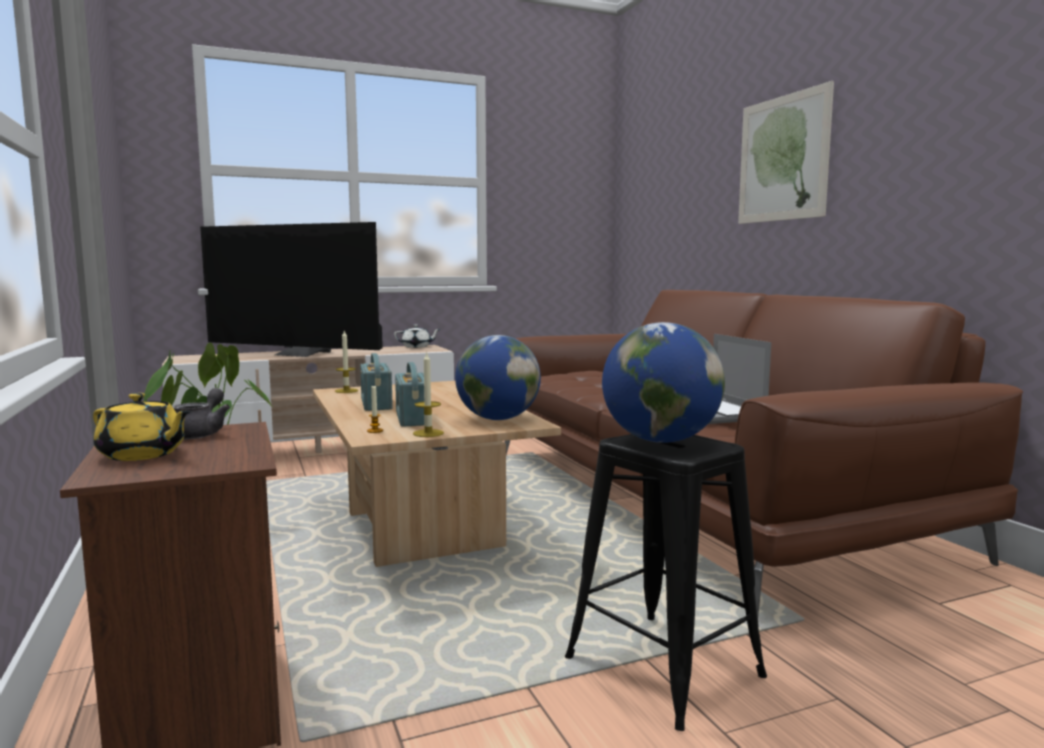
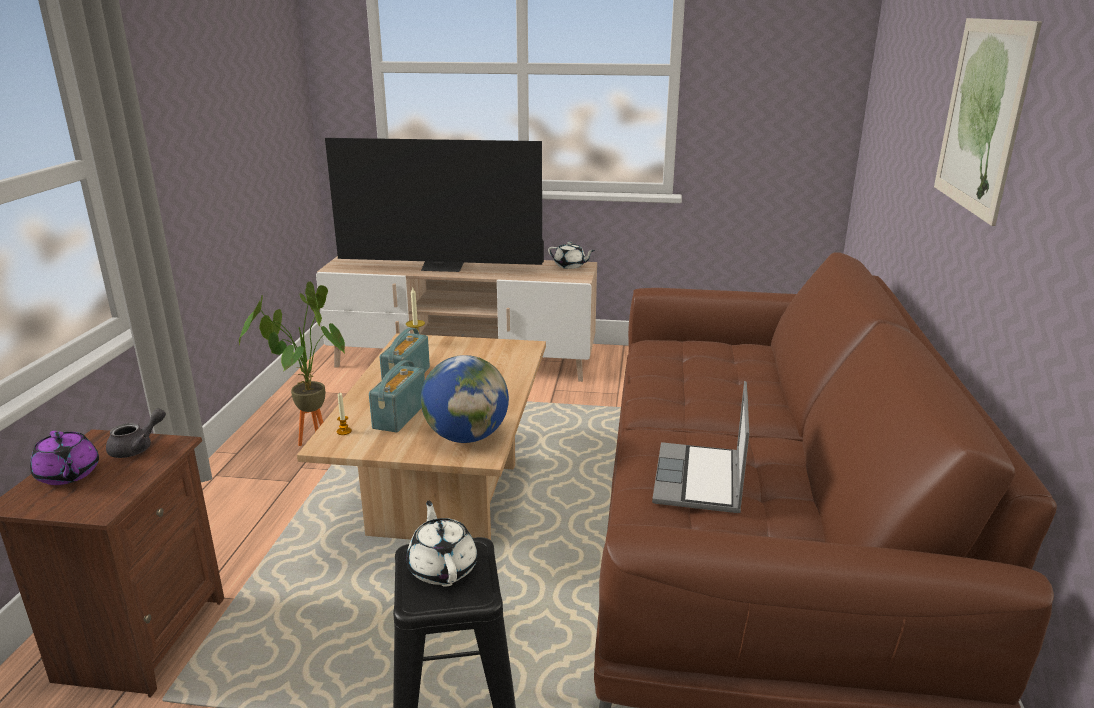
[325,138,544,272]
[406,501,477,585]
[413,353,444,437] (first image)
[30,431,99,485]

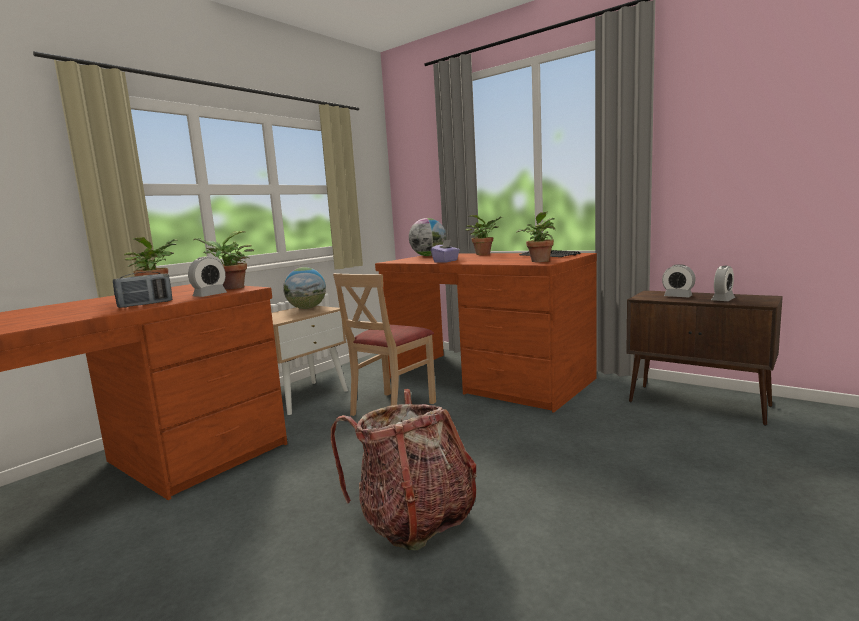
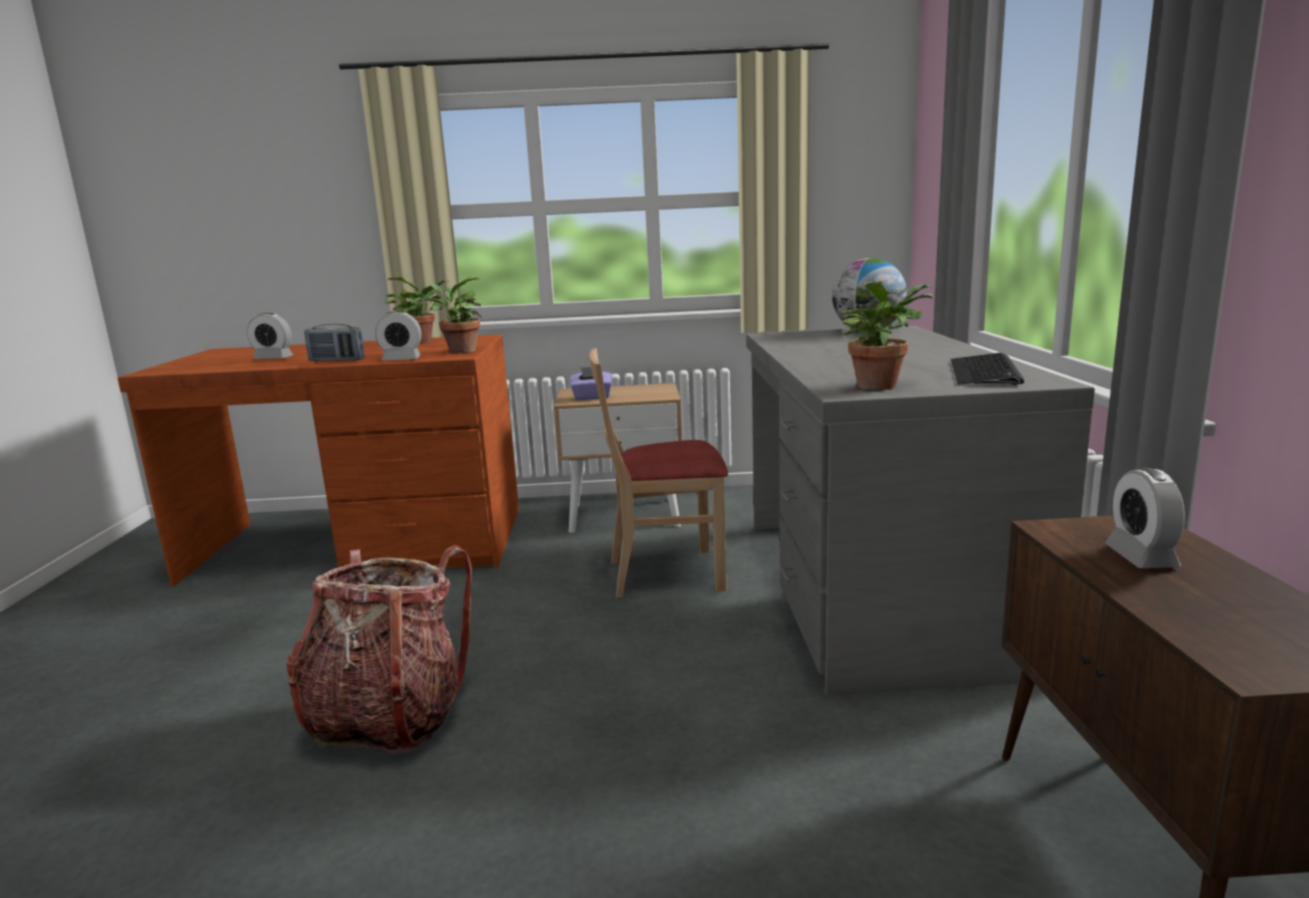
[465,215,504,255] (first image)
[570,367,612,400]
[746,326,1095,695]
[247,313,293,359]
[283,267,326,309] (first image)

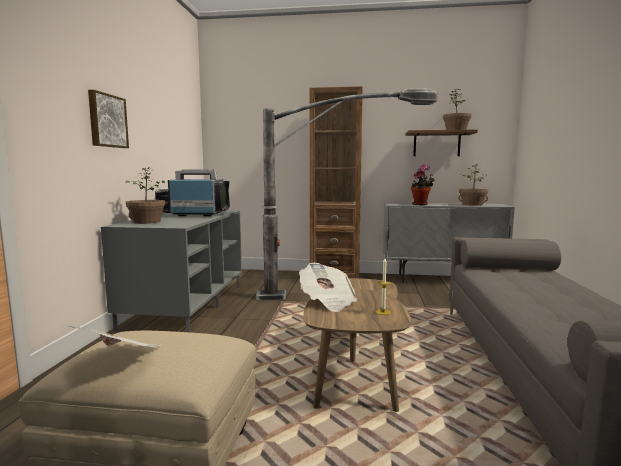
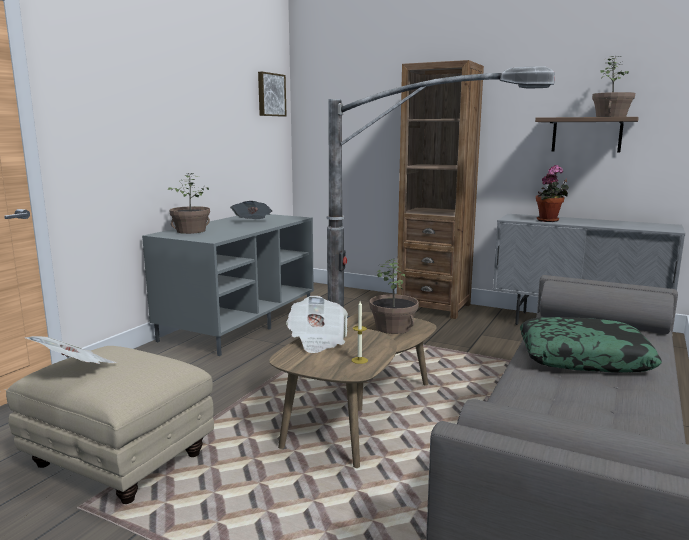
[258,72,287,117]
[369,258,419,334]
[230,201,272,219]
[520,317,662,372]

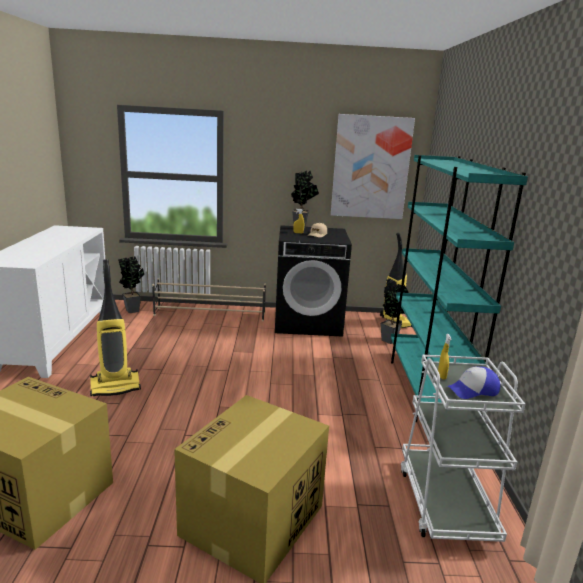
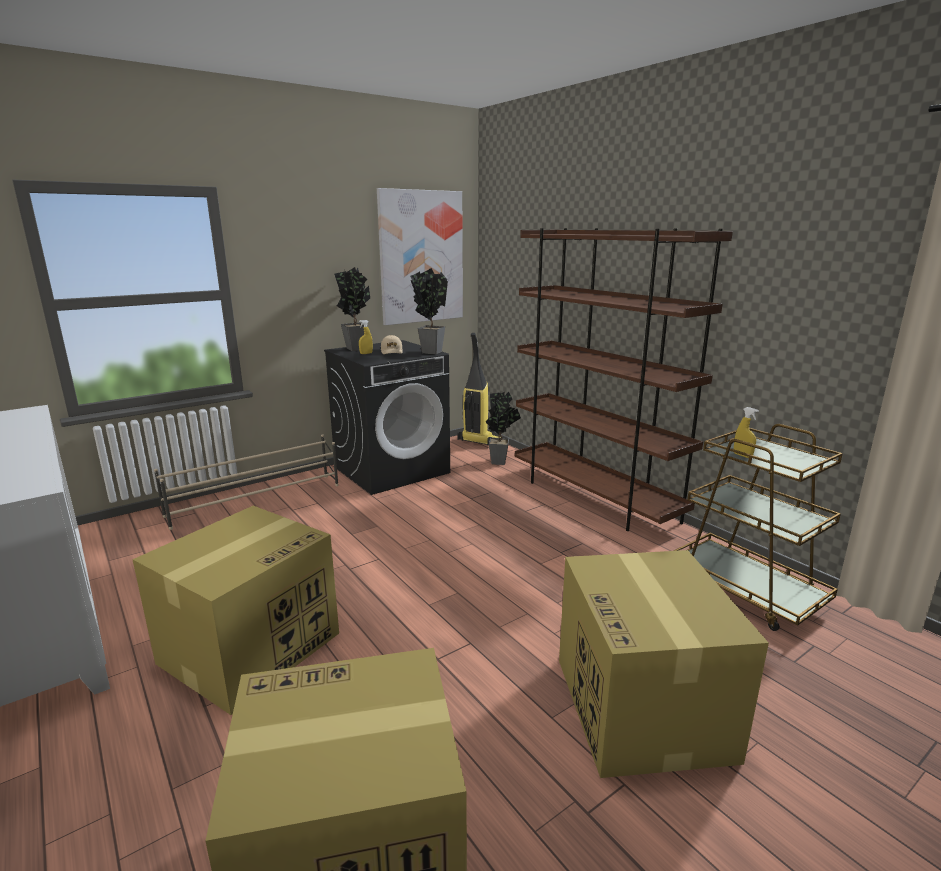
[515,228,733,531]
[410,268,448,354]
[132,506,339,715]
[673,424,843,631]
[446,367,500,399] (first image)

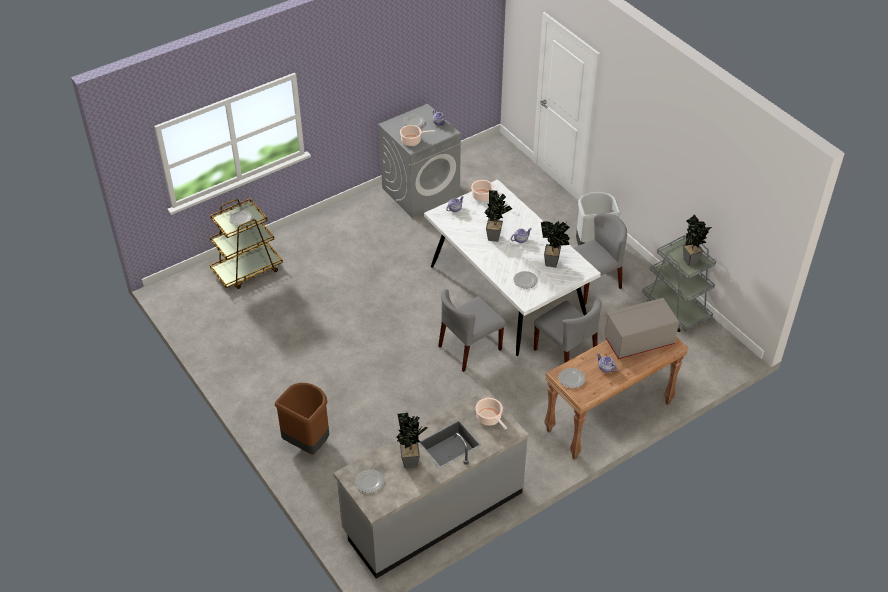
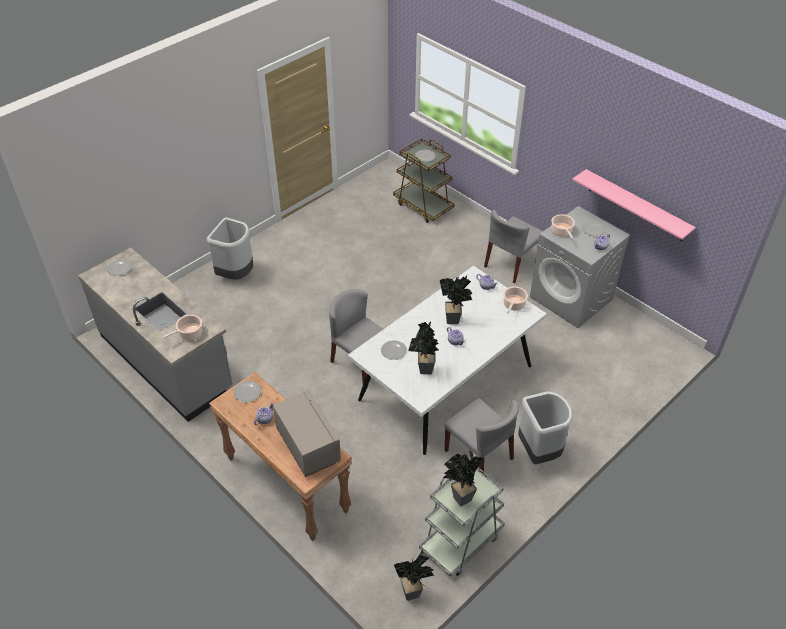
[484,210,543,284]
[207,218,253,280]
[394,549,434,601]
[572,169,695,241]

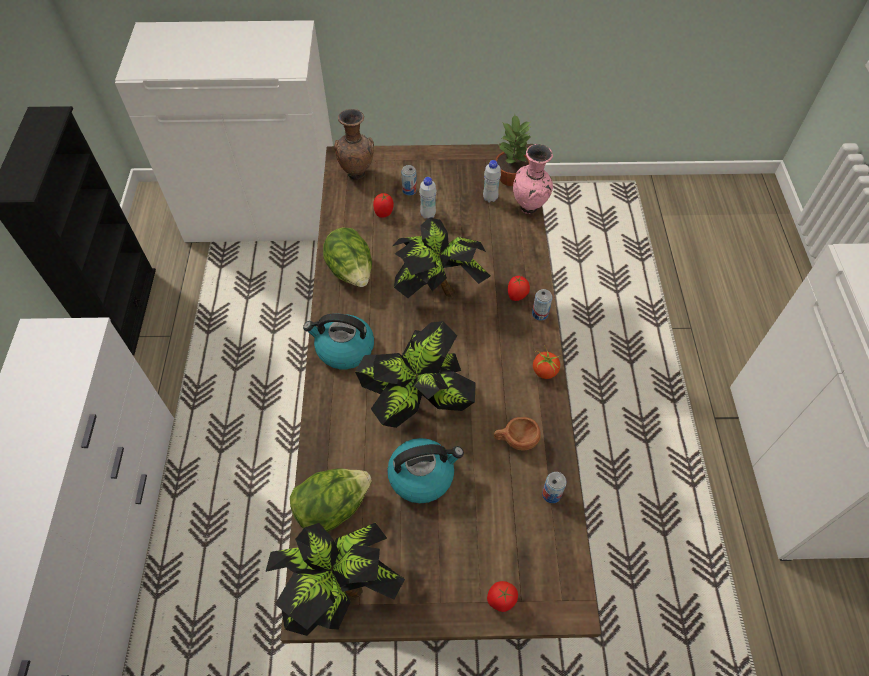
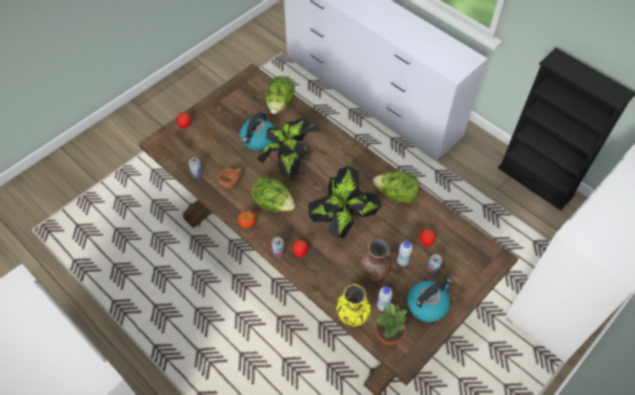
[360,239,391,281]
[337,284,371,327]
[407,278,453,322]
[265,523,405,636] (first image)
[251,176,295,212]

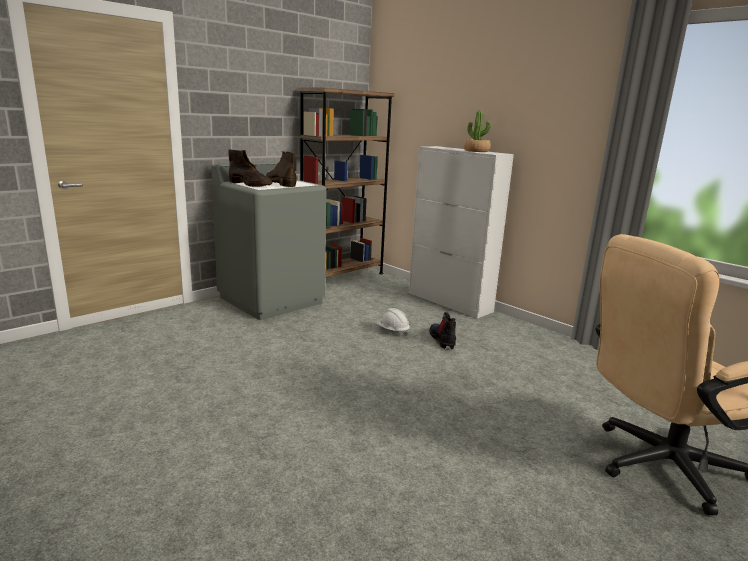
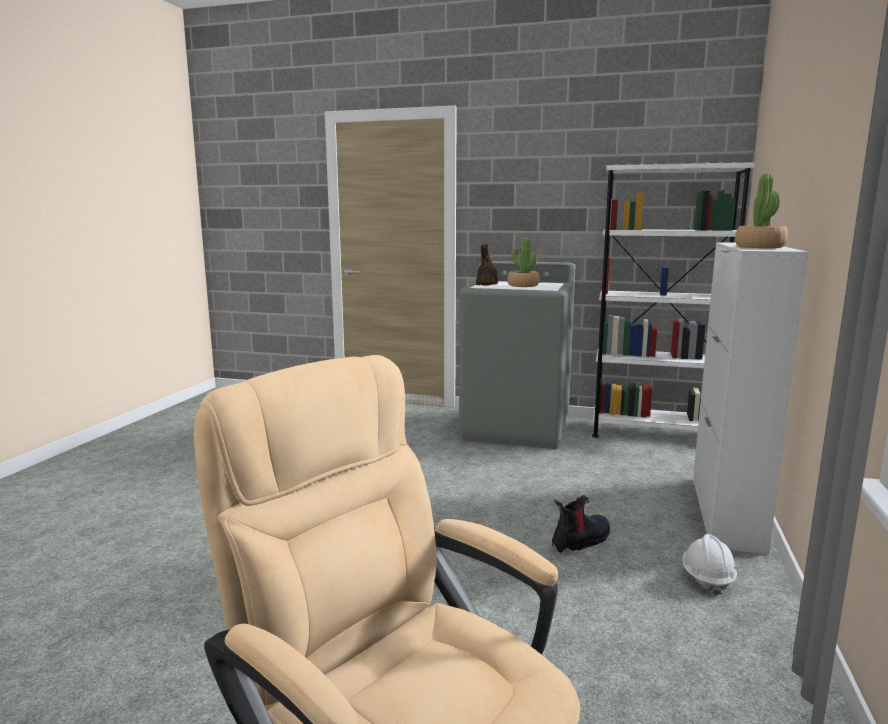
[592,162,755,438]
[507,237,540,287]
[682,534,737,596]

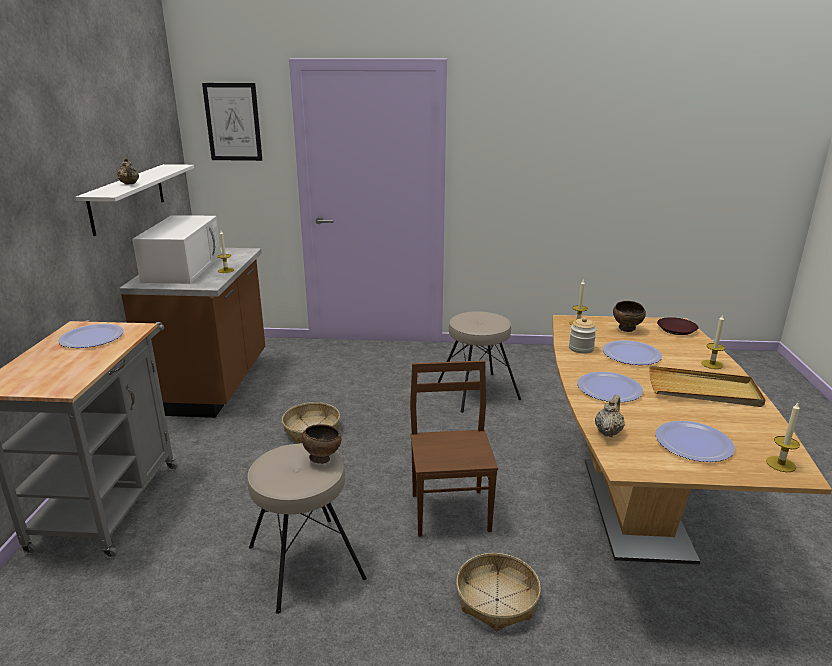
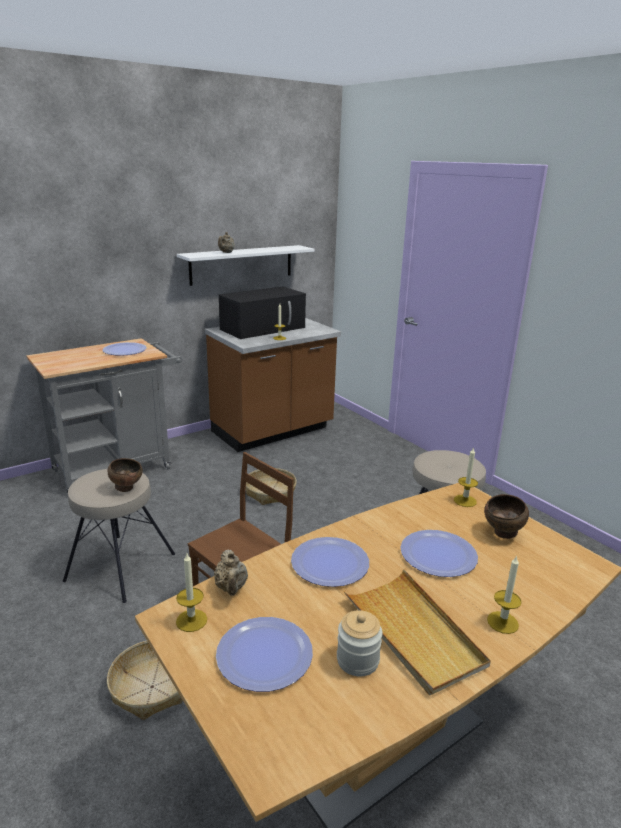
[202,83,262,161] (first image)
[219,287,306,339]
[337,610,382,677]
[657,317,699,335] (first image)
[214,549,248,595]
[176,553,207,632]

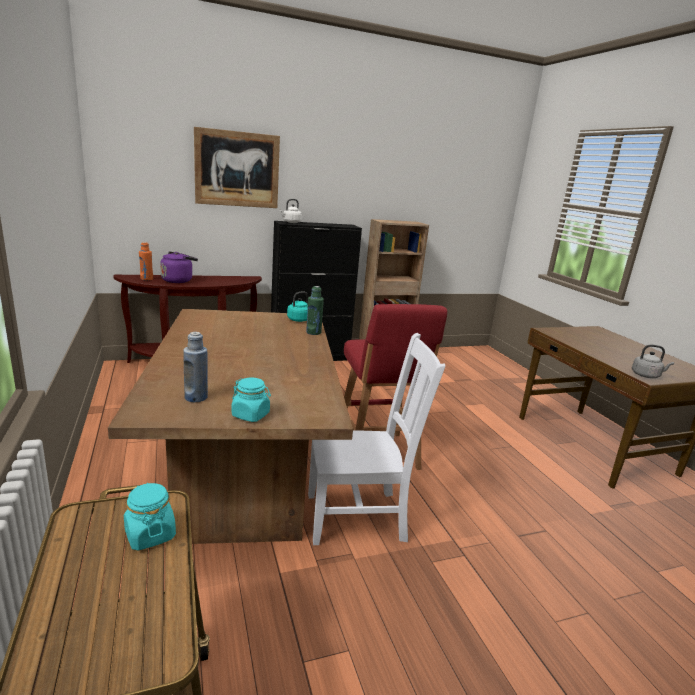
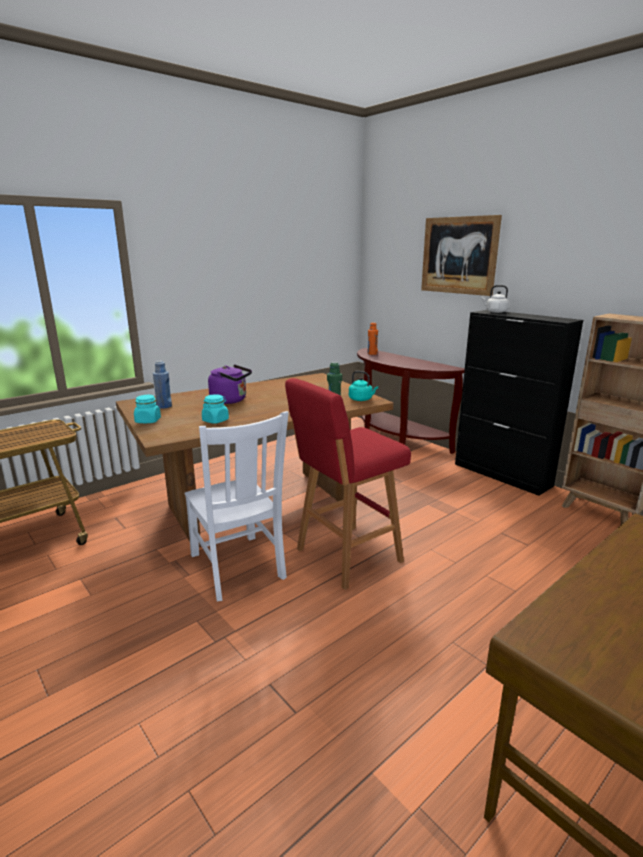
[208,364,252,404]
[632,345,674,378] (first image)
[202,394,229,424]

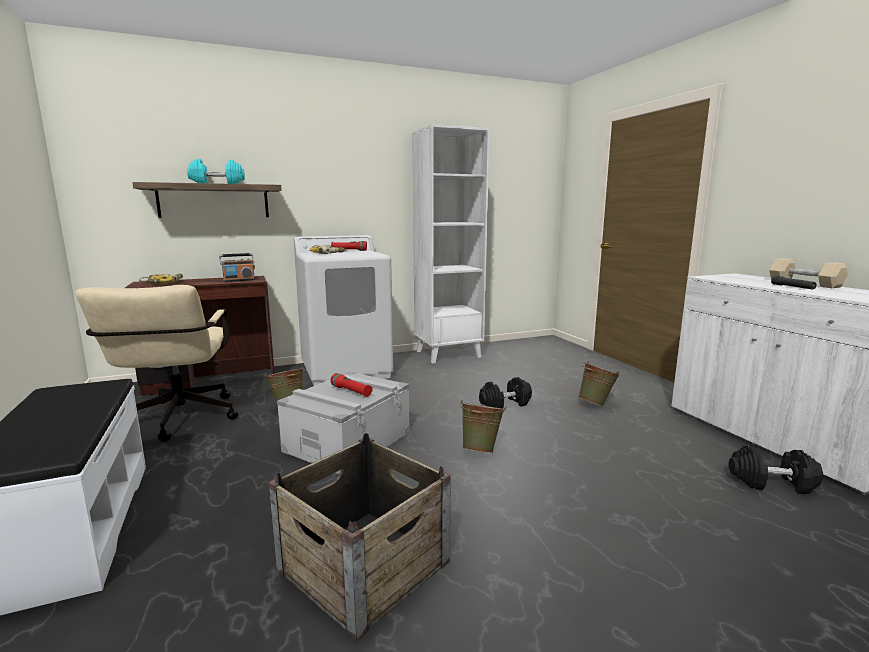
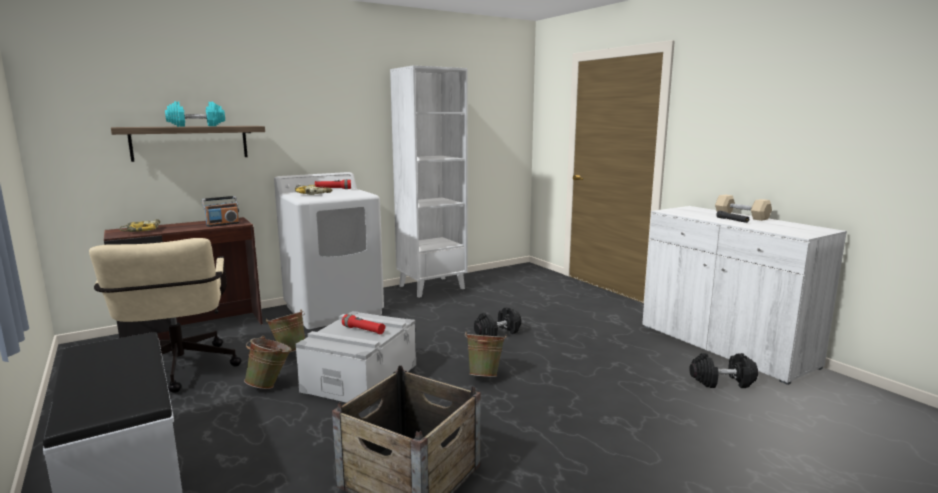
[244,336,292,389]

